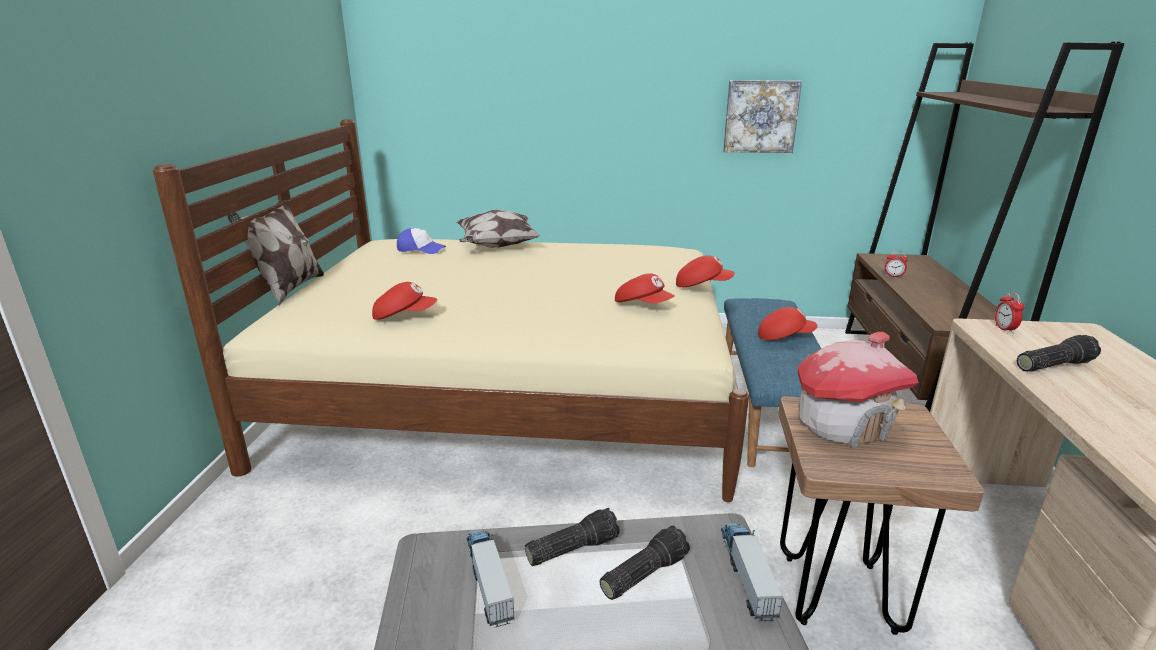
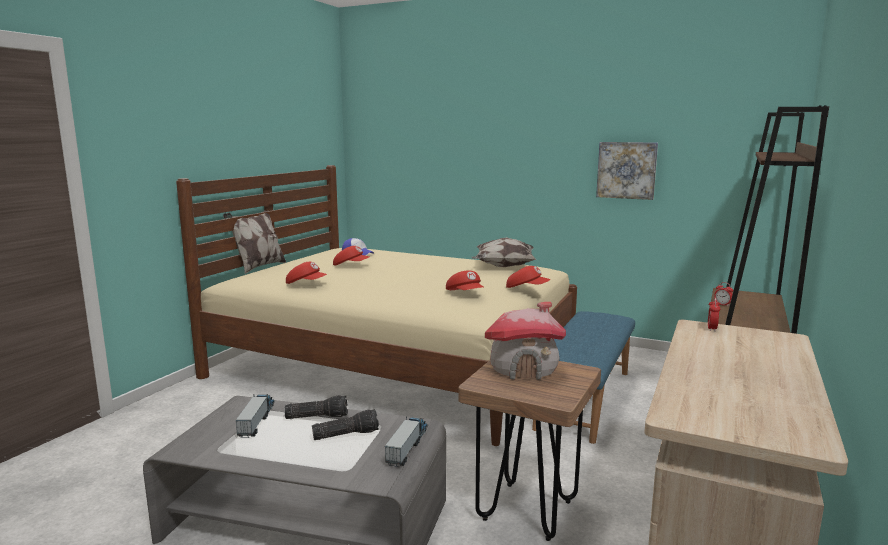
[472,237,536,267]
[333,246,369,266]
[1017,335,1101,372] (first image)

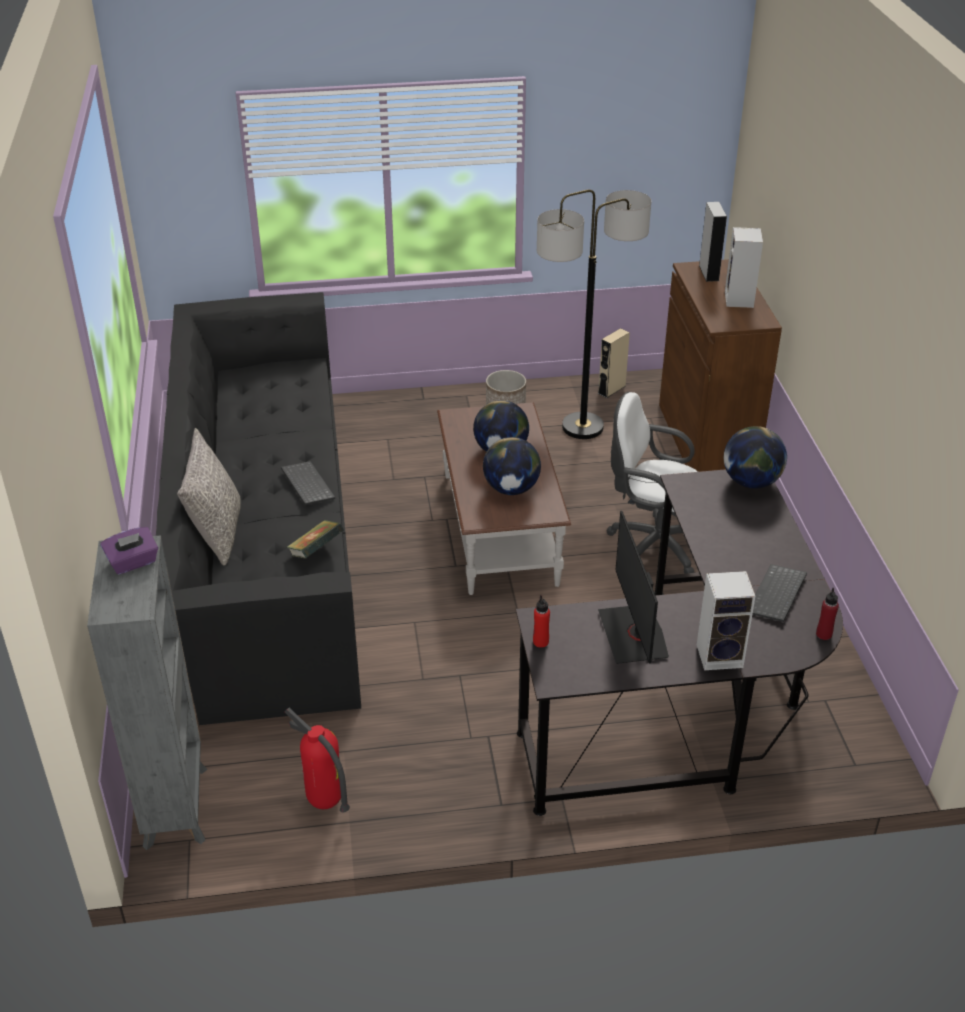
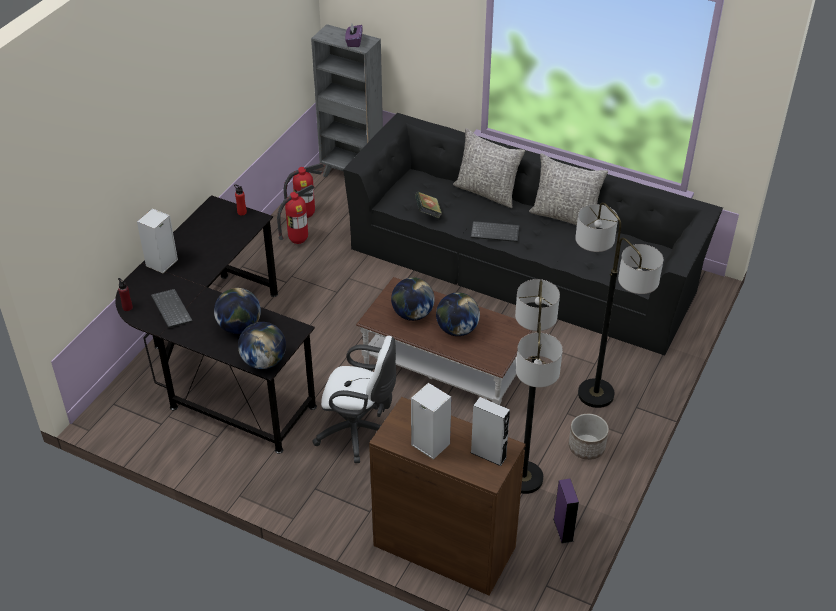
[553,479,579,544]
[312,336,396,463]
[598,511,669,664] (first image)
[529,153,608,229]
[277,184,315,244]
[575,202,663,408]
[214,288,261,334]

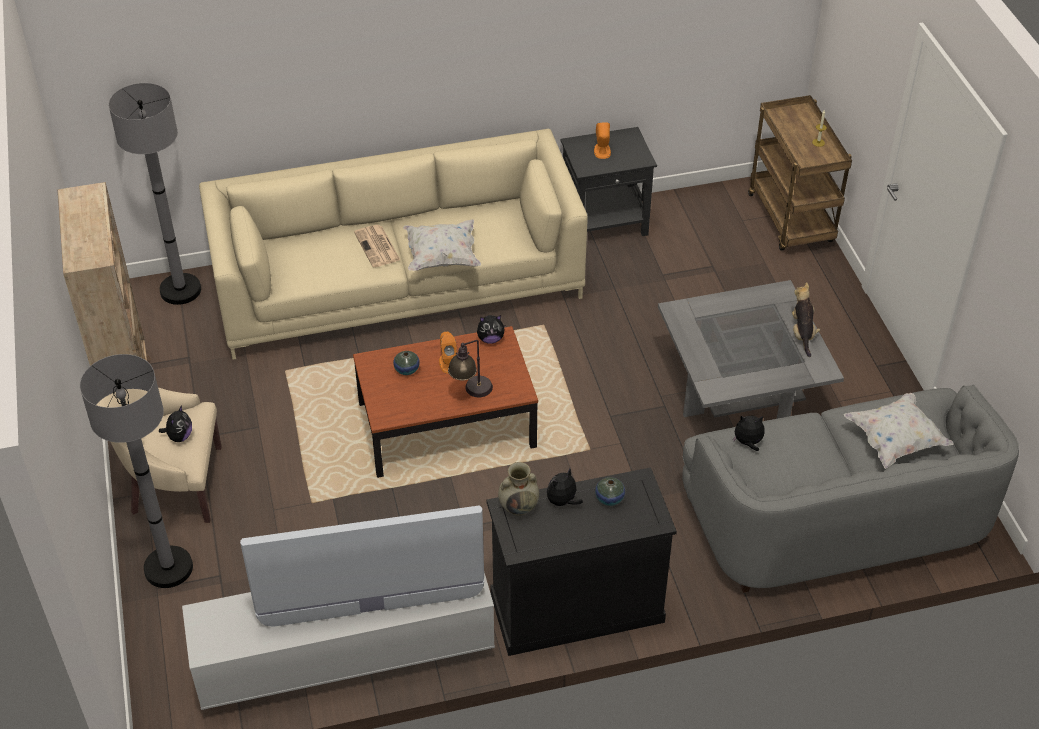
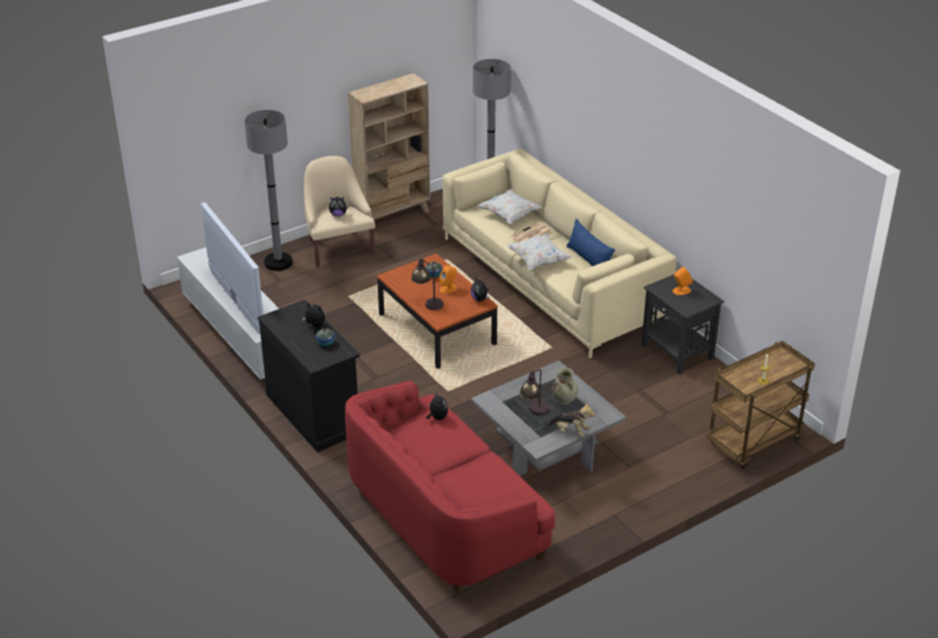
[545,402,595,437]
[345,380,555,593]
[477,189,542,224]
[552,368,578,405]
[566,219,615,266]
[520,369,550,416]

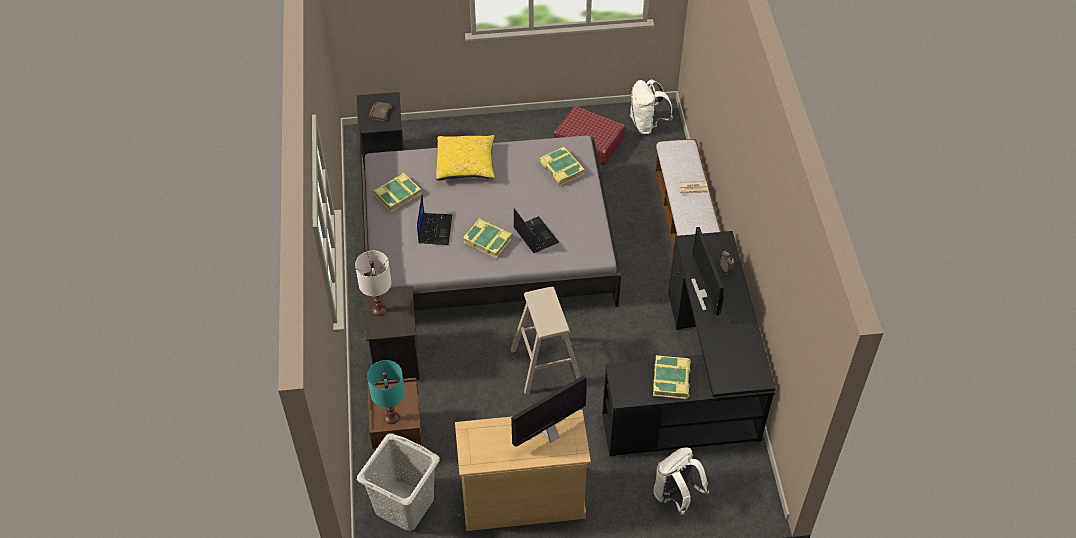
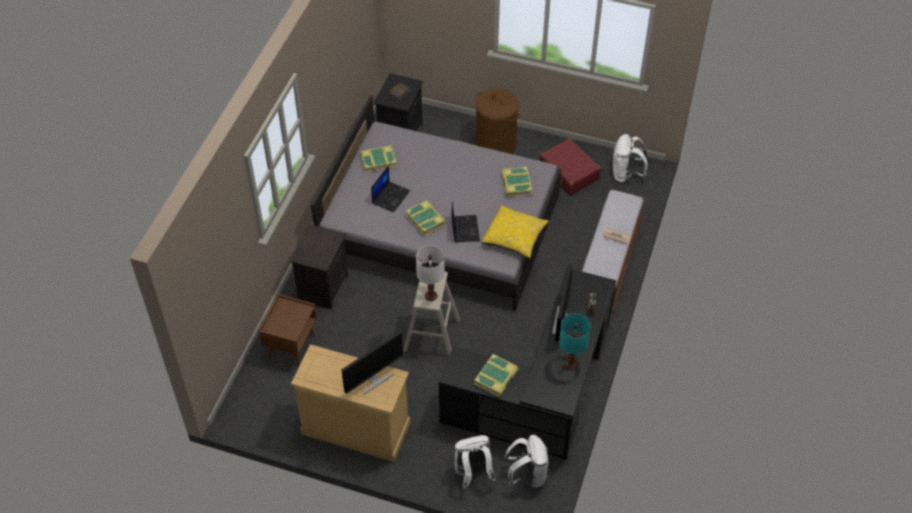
[481,206,549,258]
[416,245,445,301]
[559,313,591,370]
[342,331,403,395]
[357,433,440,531] (first image)
[476,89,520,154]
[505,435,549,488]

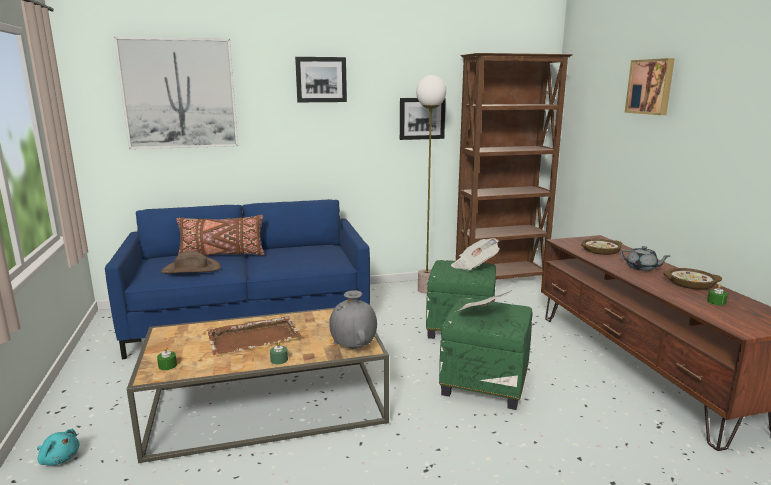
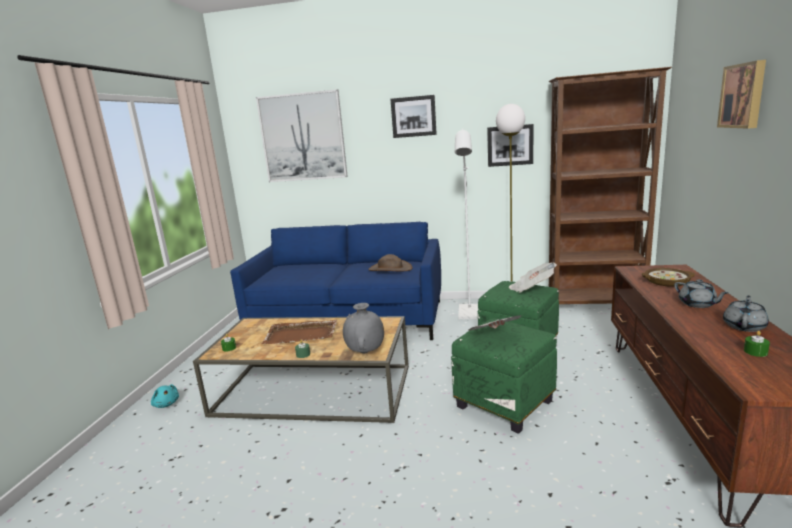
[176,215,264,256] (first image)
[368,254,413,271]
[723,296,769,332]
[455,128,478,319]

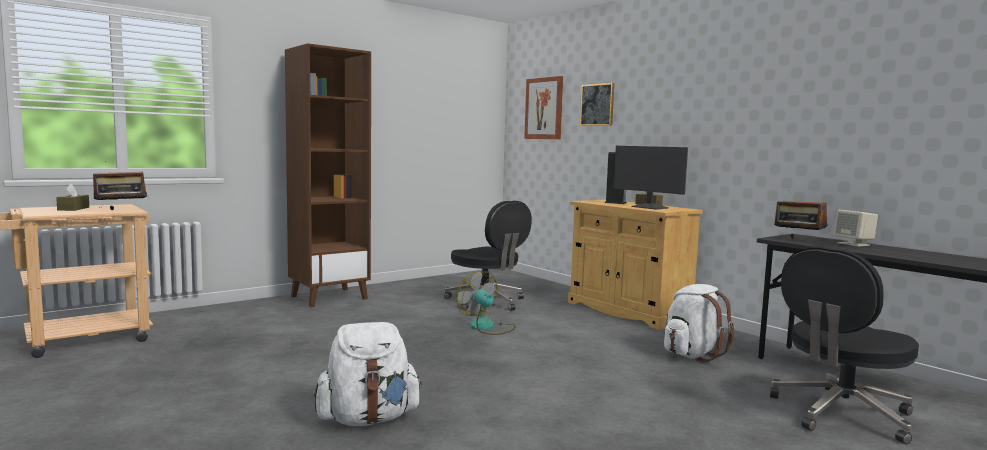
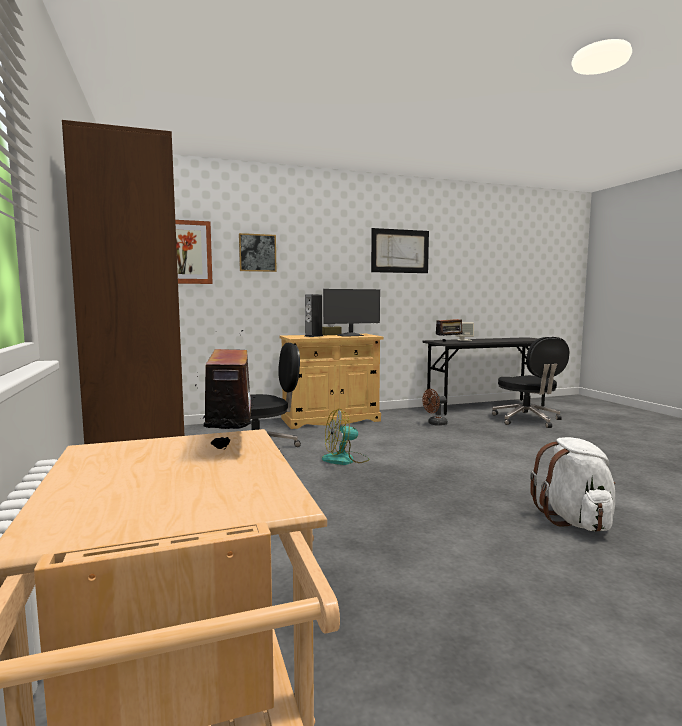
[56,183,89,211] (first image)
[422,389,448,426]
[371,228,429,273]

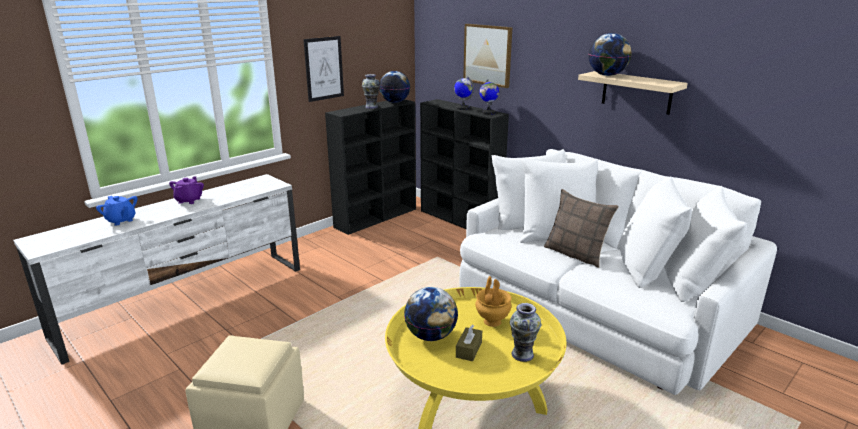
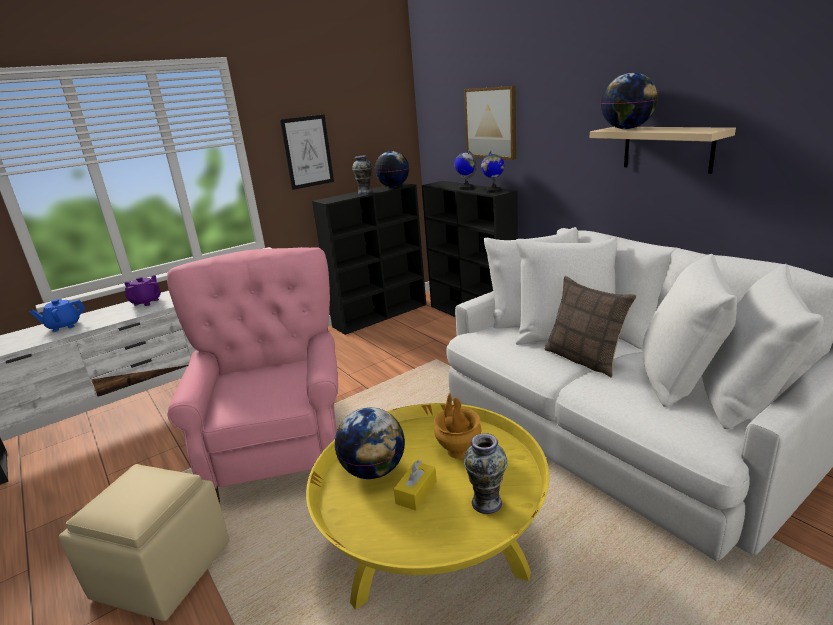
[29,299,85,332]
[394,460,437,511]
[167,247,338,504]

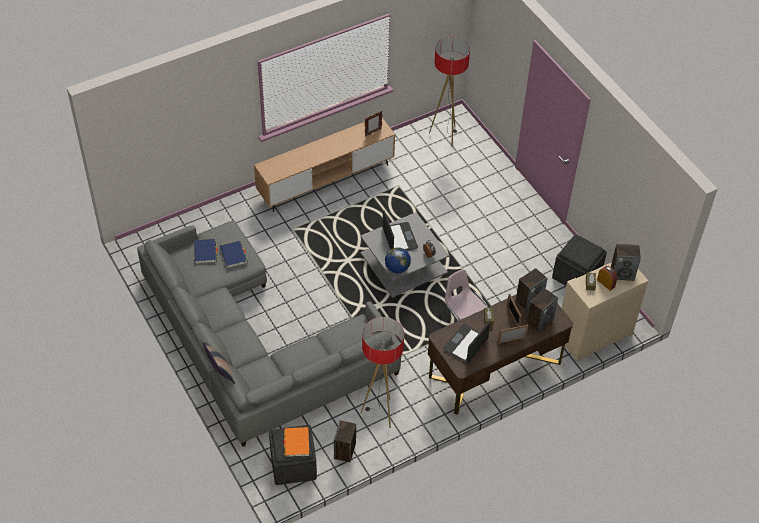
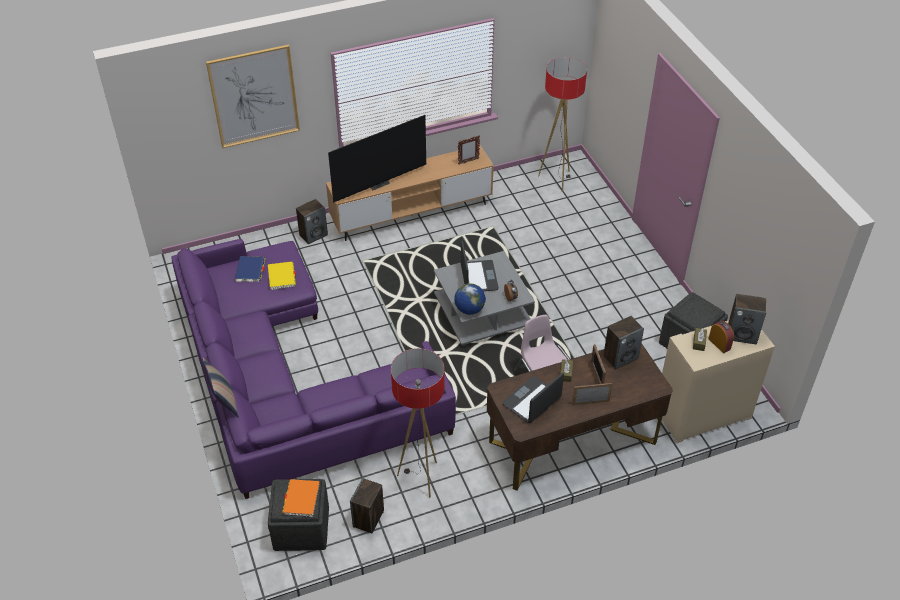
[171,239,456,499]
[268,262,296,290]
[296,199,328,244]
[206,45,300,148]
[328,115,426,202]

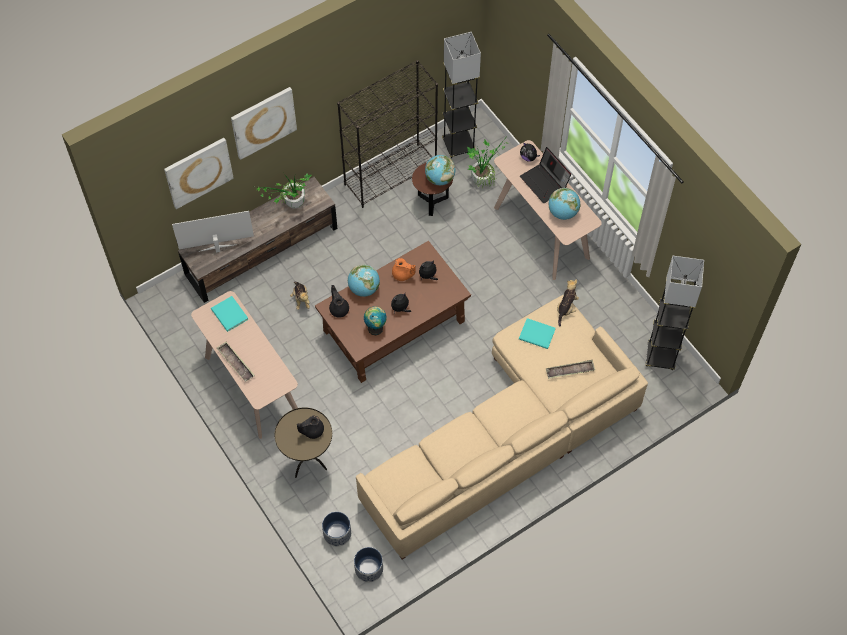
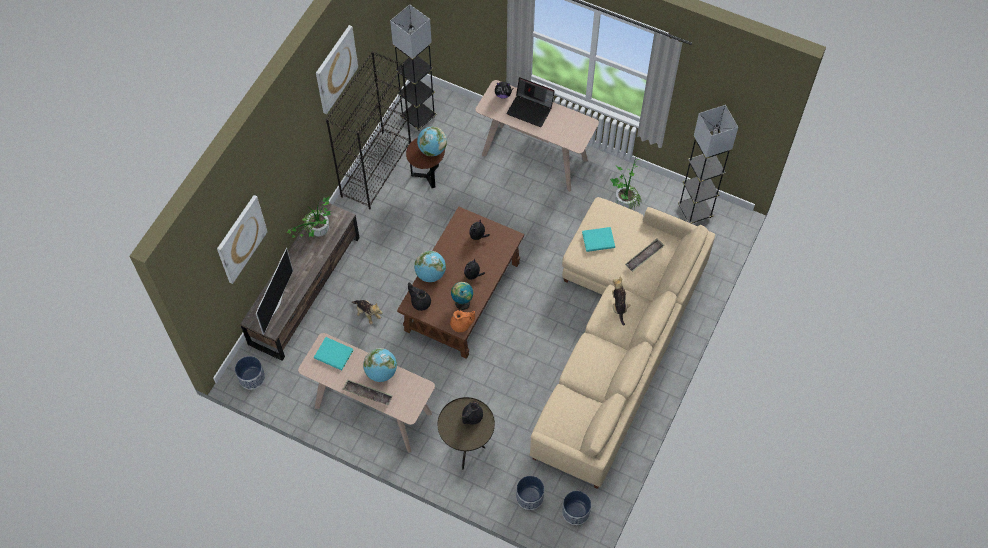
[316,25,358,114]
[610,154,642,209]
[363,348,397,382]
[255,248,293,335]
[450,310,475,332]
[612,276,631,326]
[235,356,265,390]

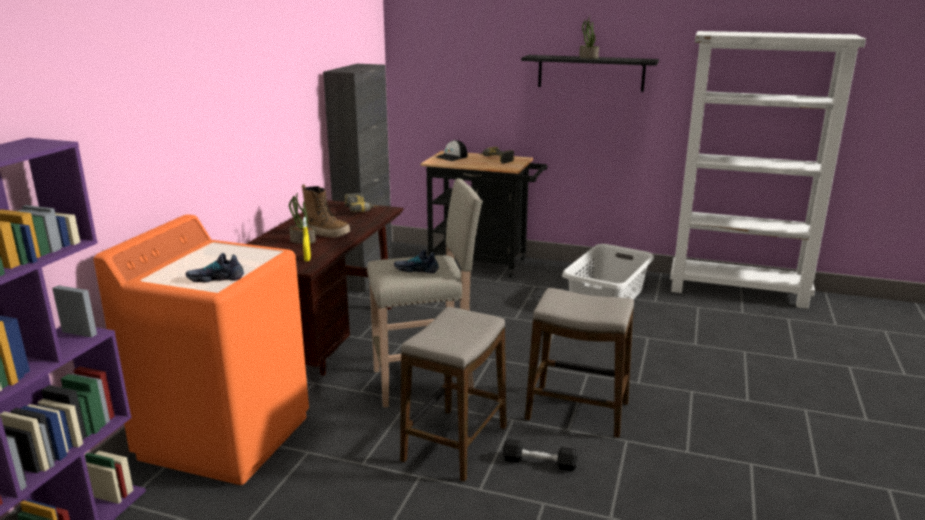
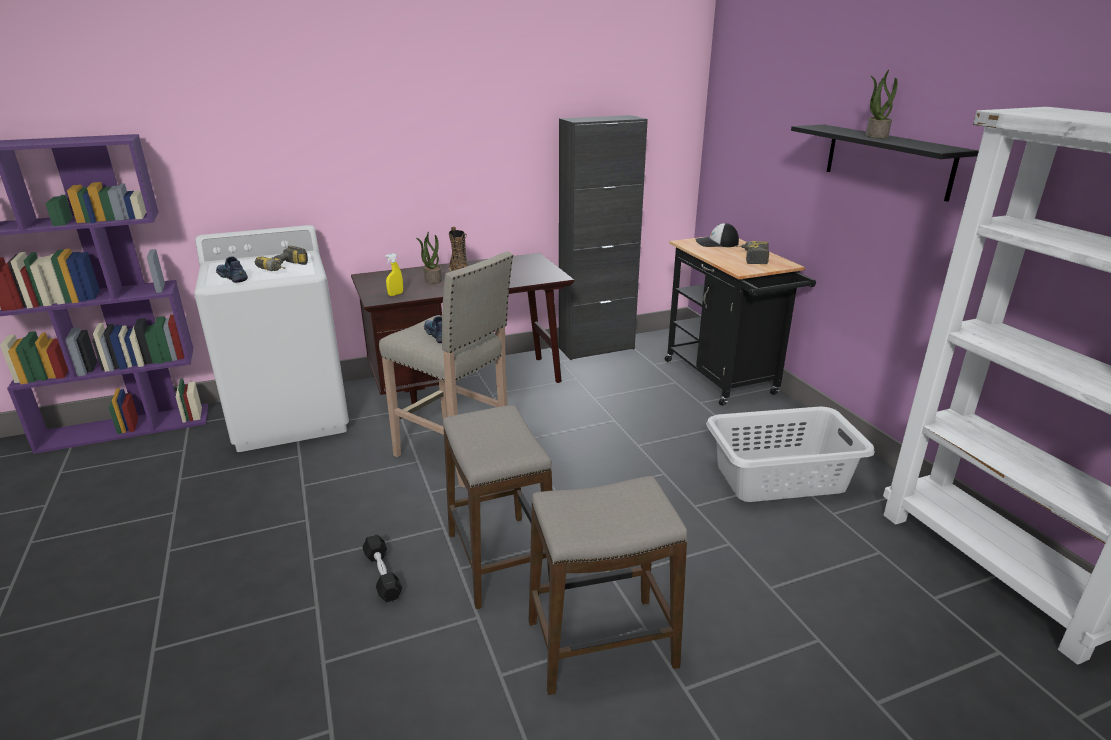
[255,246,308,271]
[194,225,349,452]
[529,476,687,695]

